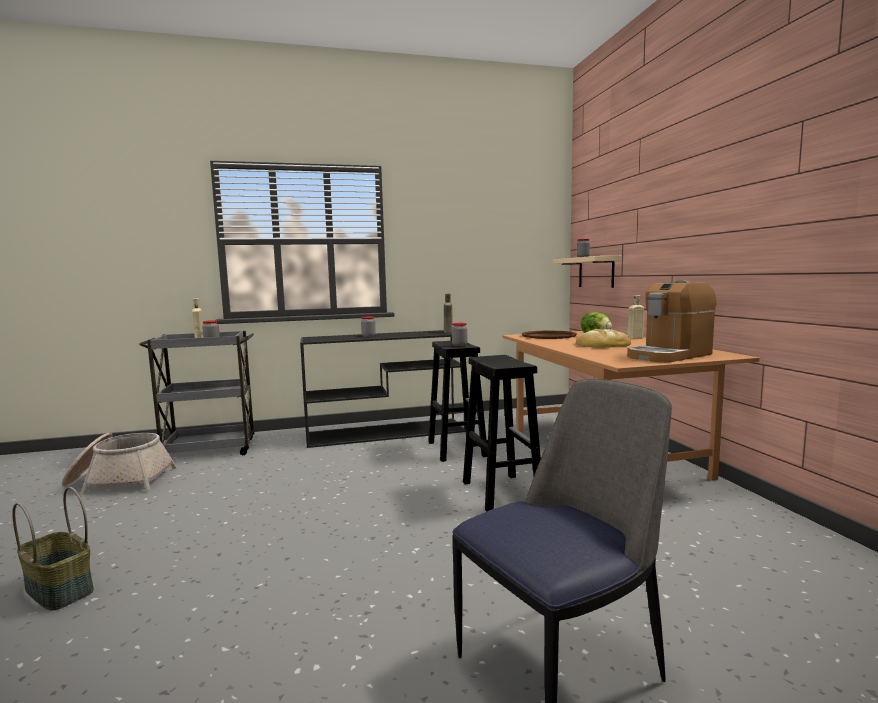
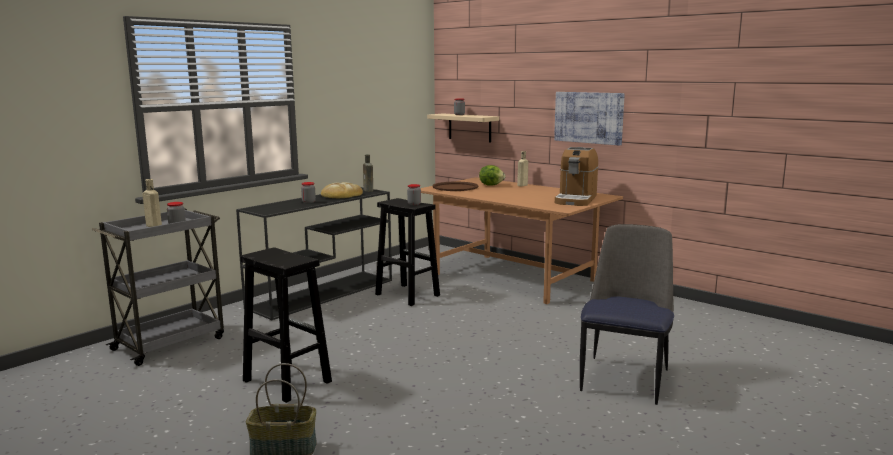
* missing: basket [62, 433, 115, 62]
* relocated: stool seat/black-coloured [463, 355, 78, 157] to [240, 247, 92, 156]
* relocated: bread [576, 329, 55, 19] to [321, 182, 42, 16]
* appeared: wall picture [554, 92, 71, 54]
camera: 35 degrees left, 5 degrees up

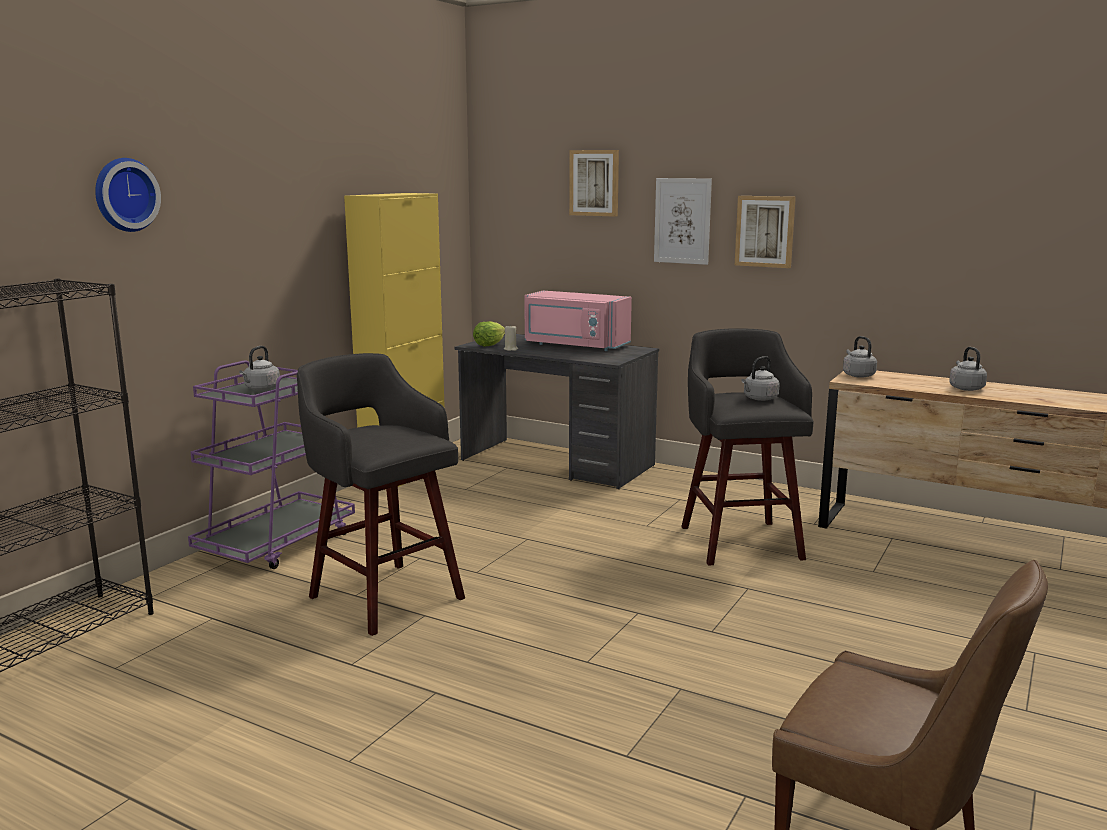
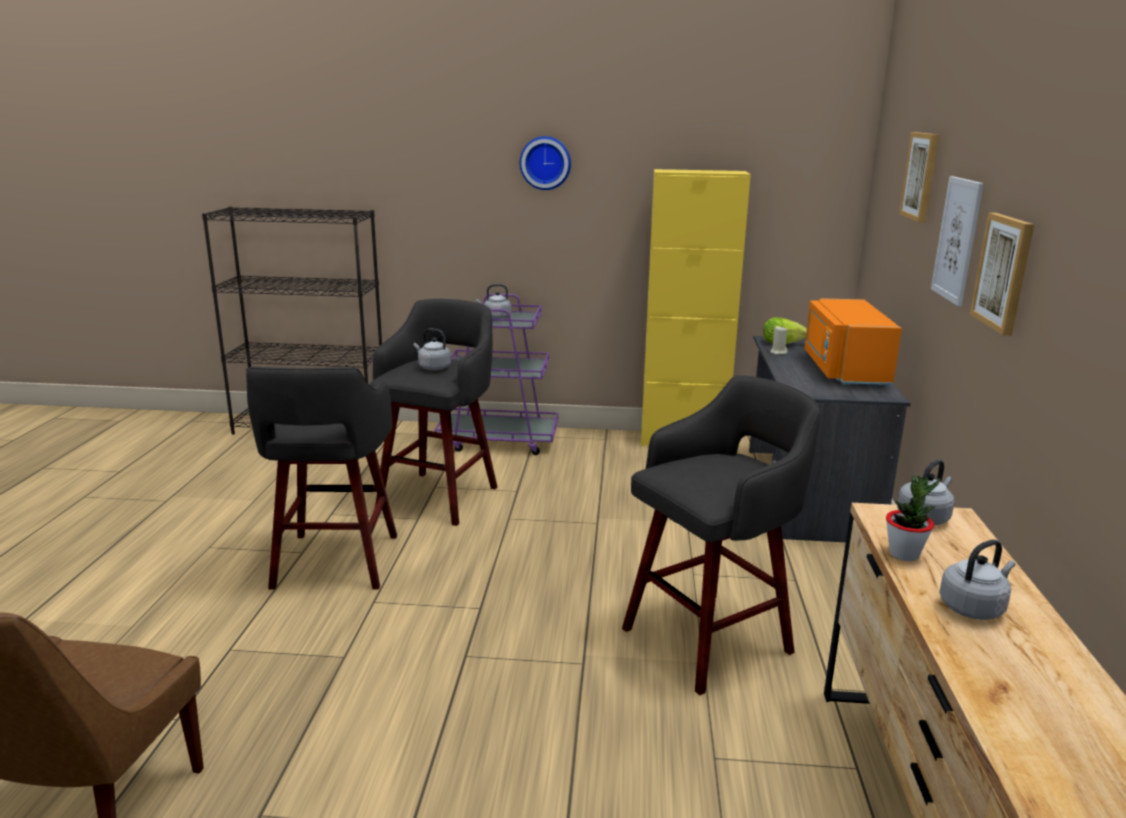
* relocated: clock on the wall [95, 158, 66, 74] to [520, 136, 51, 54]
* colour: microwave/pink-coloured [524, 291, 108, 60] to microwave/orangey [804, 298, 98, 88]
* relocated: water kettle/greyish [741, 356, 38, 45] to [414, 329, 37, 41]
* appeared: stool seat/greyish [246, 367, 151, 222]
* appeared: potted plant [886, 475, 55, 86]
camera: 65 degrees right, 5 degrees up

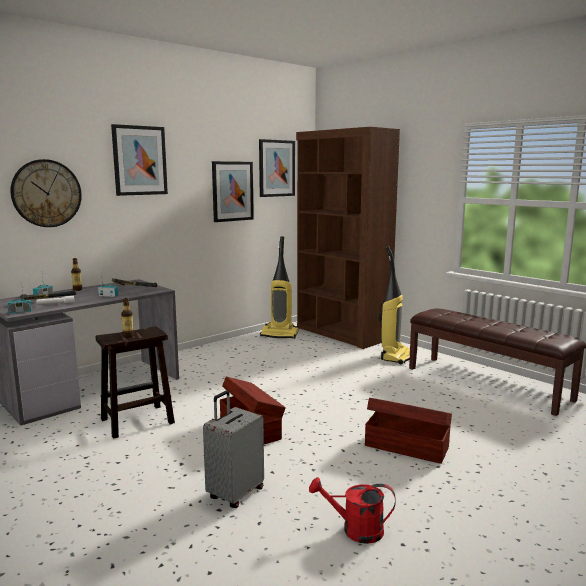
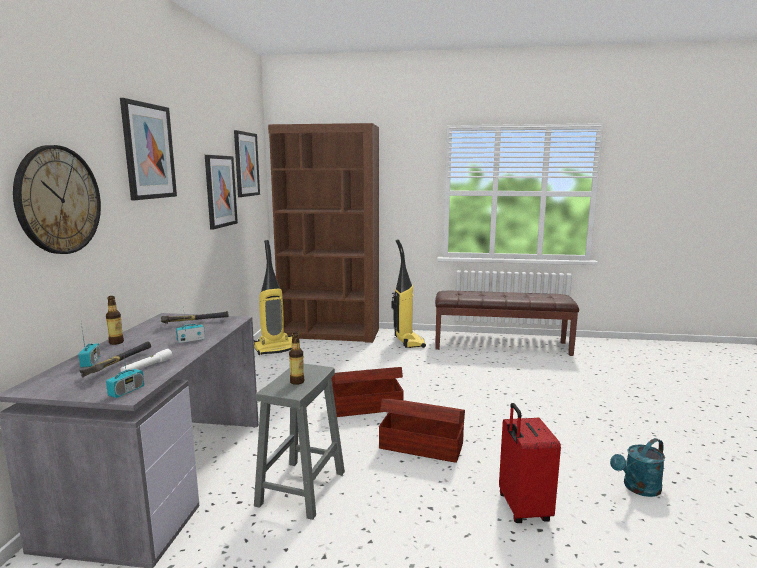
* colour: stool seat/brownish [96, 326, 79, 113] to stool seat/greyish [254, 363, 91, 157]
* colour: suitcase/greyish [203, 391, 61, 117] to suitcase/red-coloured [499, 403, 62, 120]
* colour: watering can/red-coloured [309, 477, 87, 67] to watering can/turquoise-coloured [610, 438, 55, 59]
* relocated: storage container/brownish [365, 398, 87, 66] to [331, 367, 73, 50]
camera: 40 degrees left, 0 degrees up

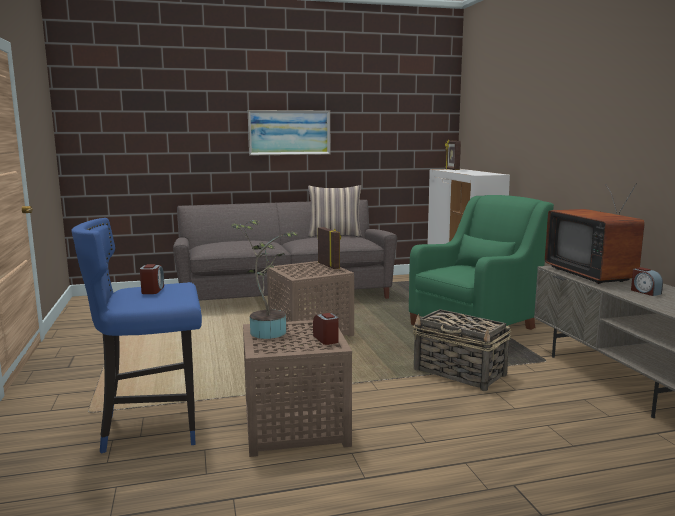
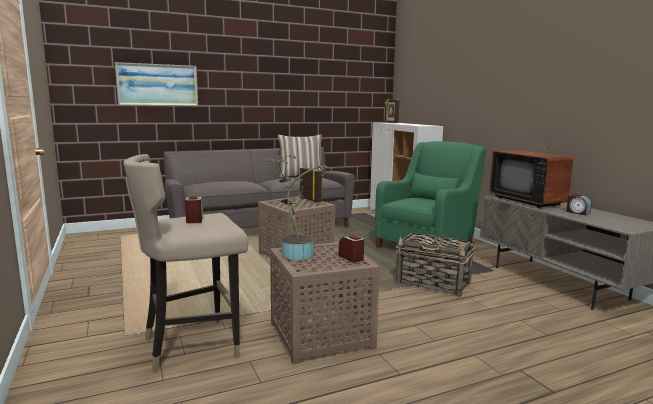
* colour: stool seat/bluish [71, 218, 131, 236] to stool seat/beige-coloured [123, 154, 125, 218]
* relocated: wall picture [248, 110, 82, 45] to [115, 62, 83, 44]
camera: 10 degrees left, 0 degrees up

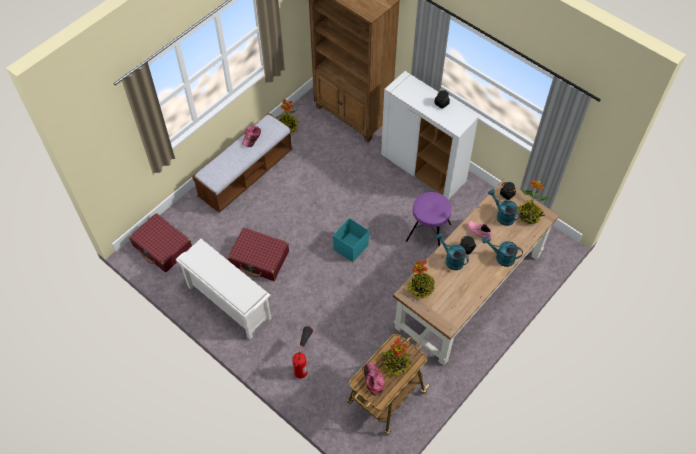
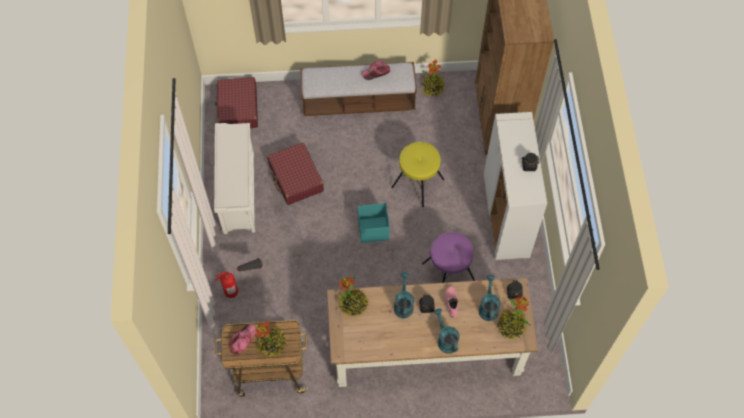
* appeared: stool seat/yellowish [391, 142, 53, 65]
camera: 45 degrees right, 5 degrees up

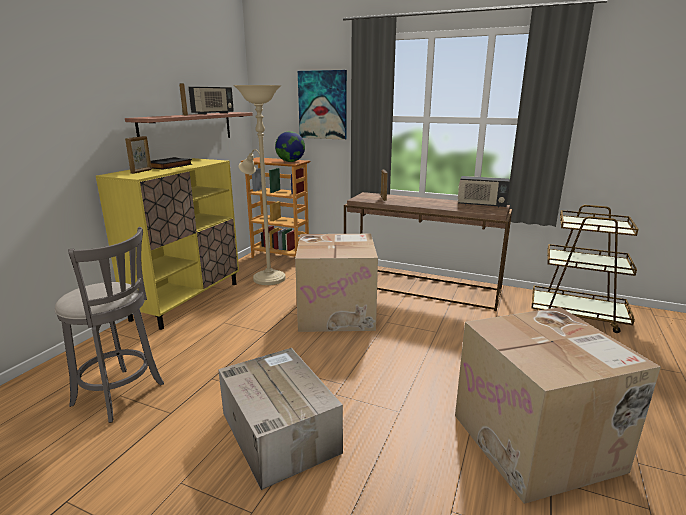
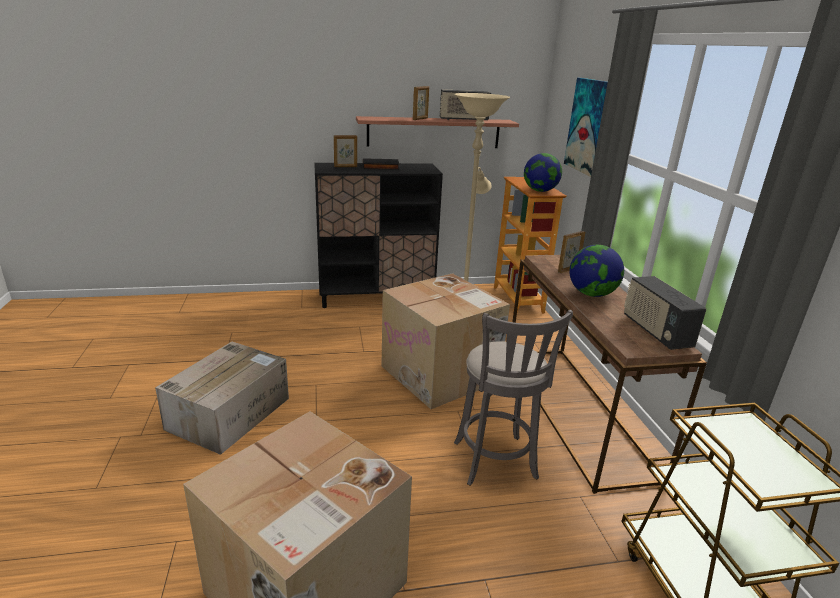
* relocated: stool seat/greyish [55, 227, 109, 196] to [454, 310, 119, 175]
* colour: cupboard/yellowish [96, 158, 143, 172] to cupboard/black-coloured [314, 163, 129, 145]
* appeared: desk globe [569, 245, 55, 52]
camera: 55 degrees right, 5 degrees up

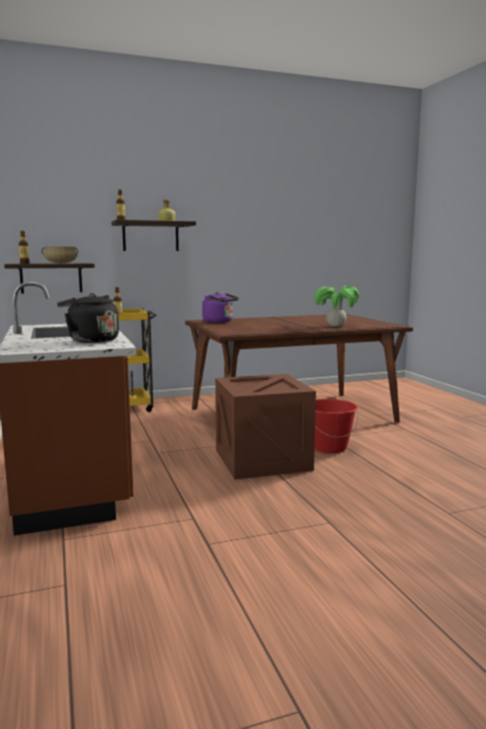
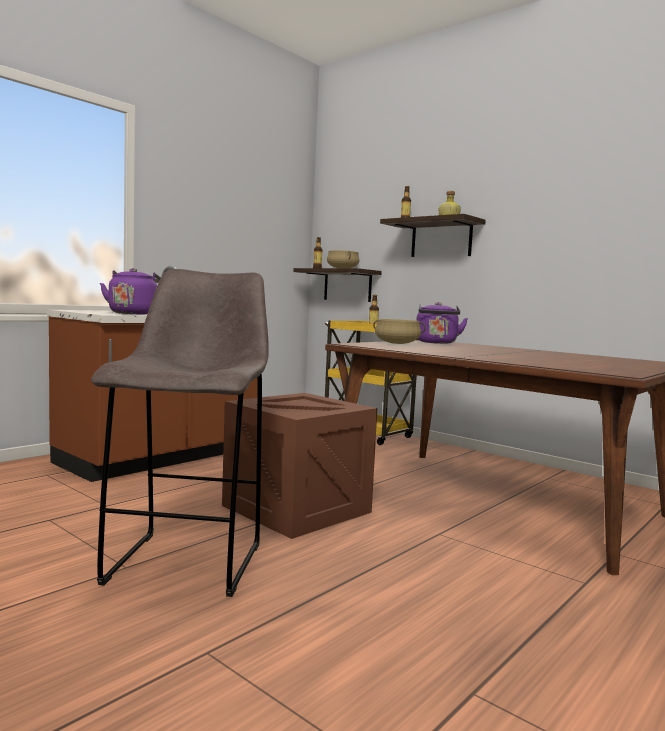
* colour: water kettle/black-coloured [57, 293, 62, 50] to water kettle/purple-coloured [100, 268, 61, 46]
* missing: potted plant [315, 286, 44, 41]
* missing: bucket/red-coloured [315, 399, 43, 54]
* appeared: stool seat/greyish [91, 269, 178, 328]
* appeared: saucepot/beige-coloured [373, 319, 53, 25]
camera: 60 degrees right, 5 degrees down

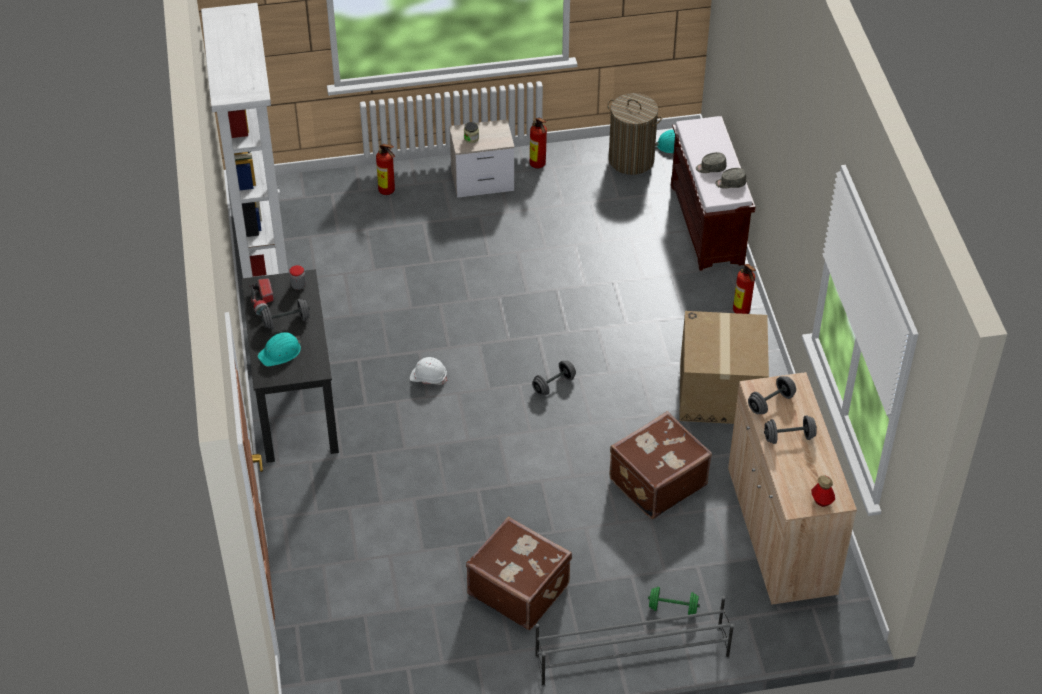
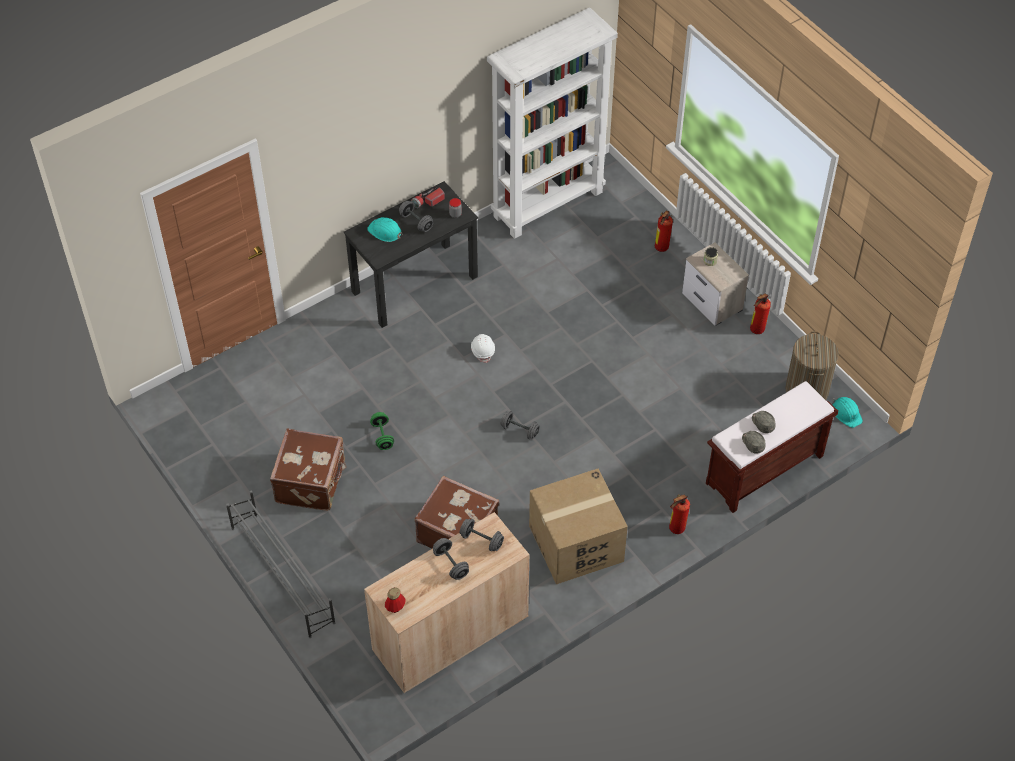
* relocated: free weight/greenish [648, 587, 52, 28] to [370, 412, 24, 38]
camera: 65 degrees right, 5 degrees up

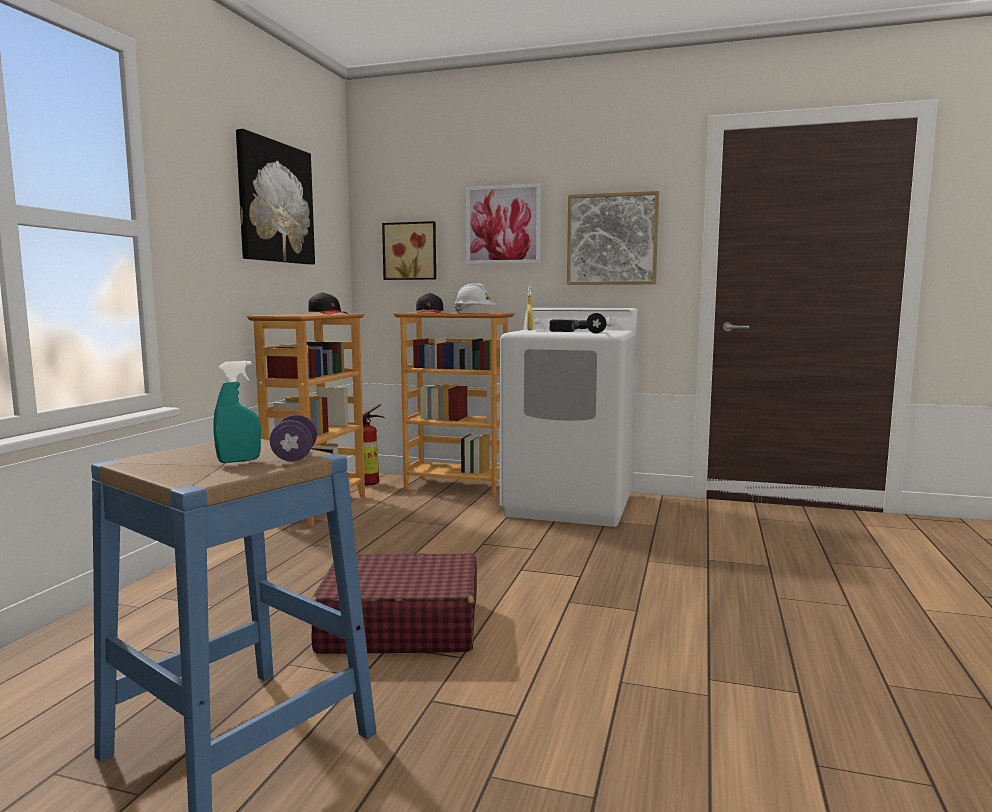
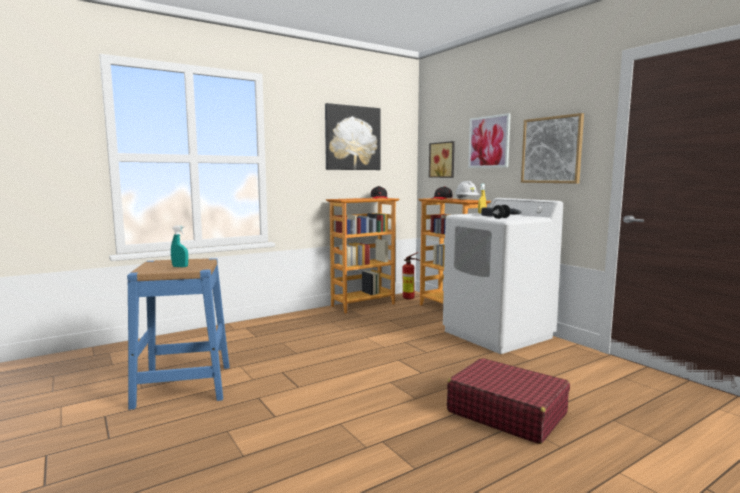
* missing: free weight/purple-coloured [270, 415, 47, 46]
* relocated: suitcase/red-coloured [311, 553, 166, 101] to [447, 358, 123, 86]
camera: 40 degrees right, 0 degrees up

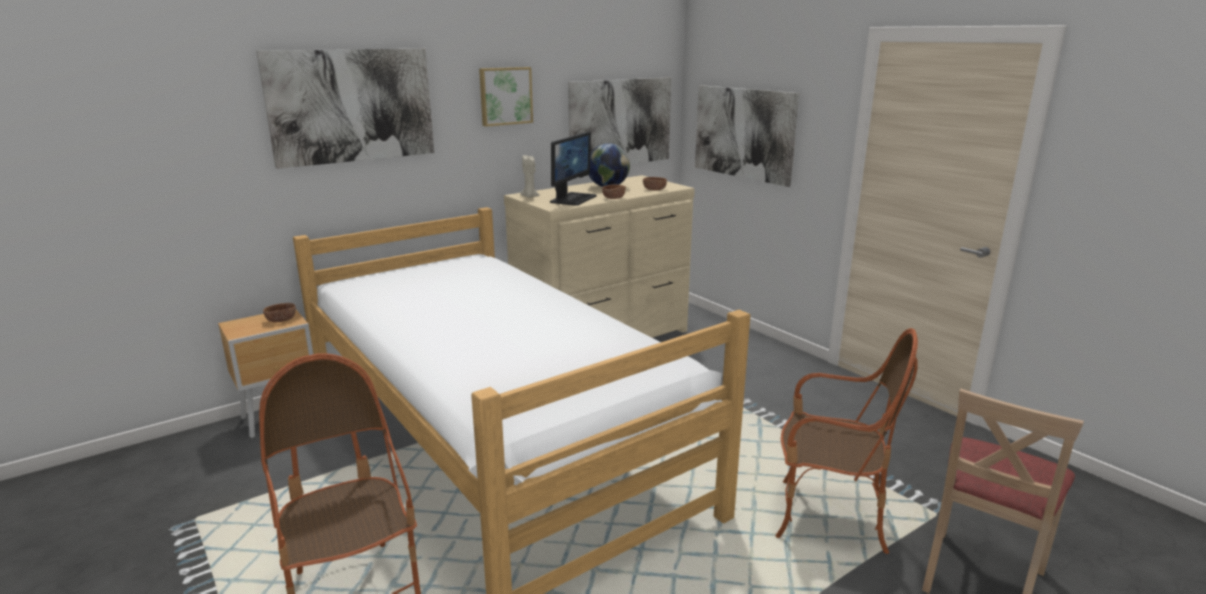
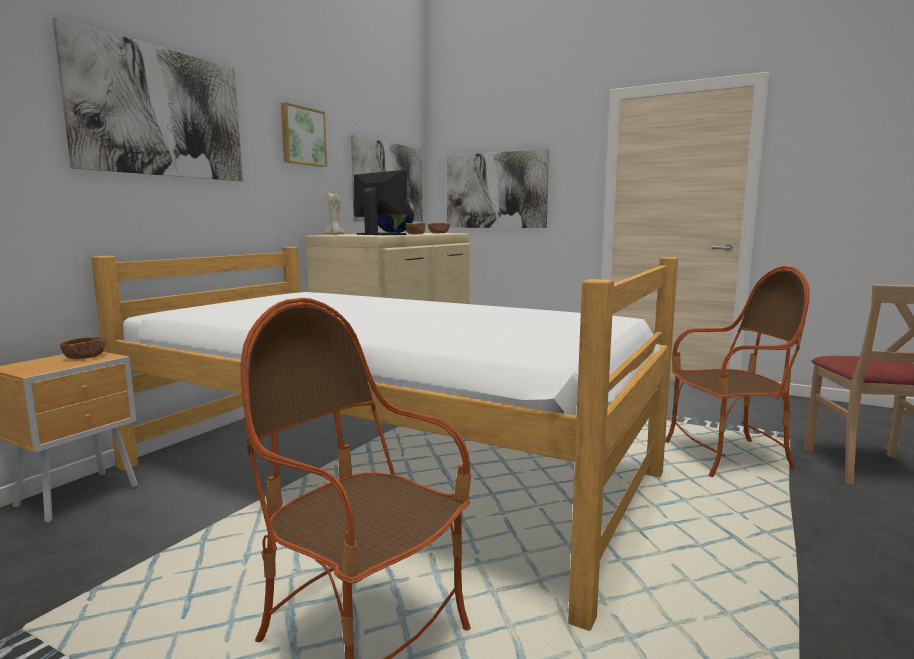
* spun: monitor [550, 132, 47, 74] = [354, 170, 53, 65] 45 degrees counterclockwise
camera: 25 degrees left, 10 degrees down

